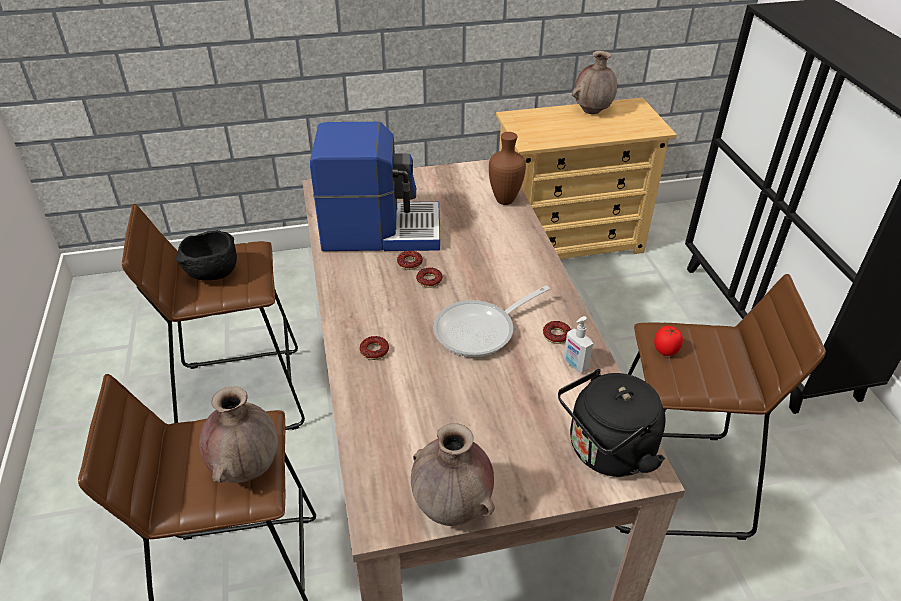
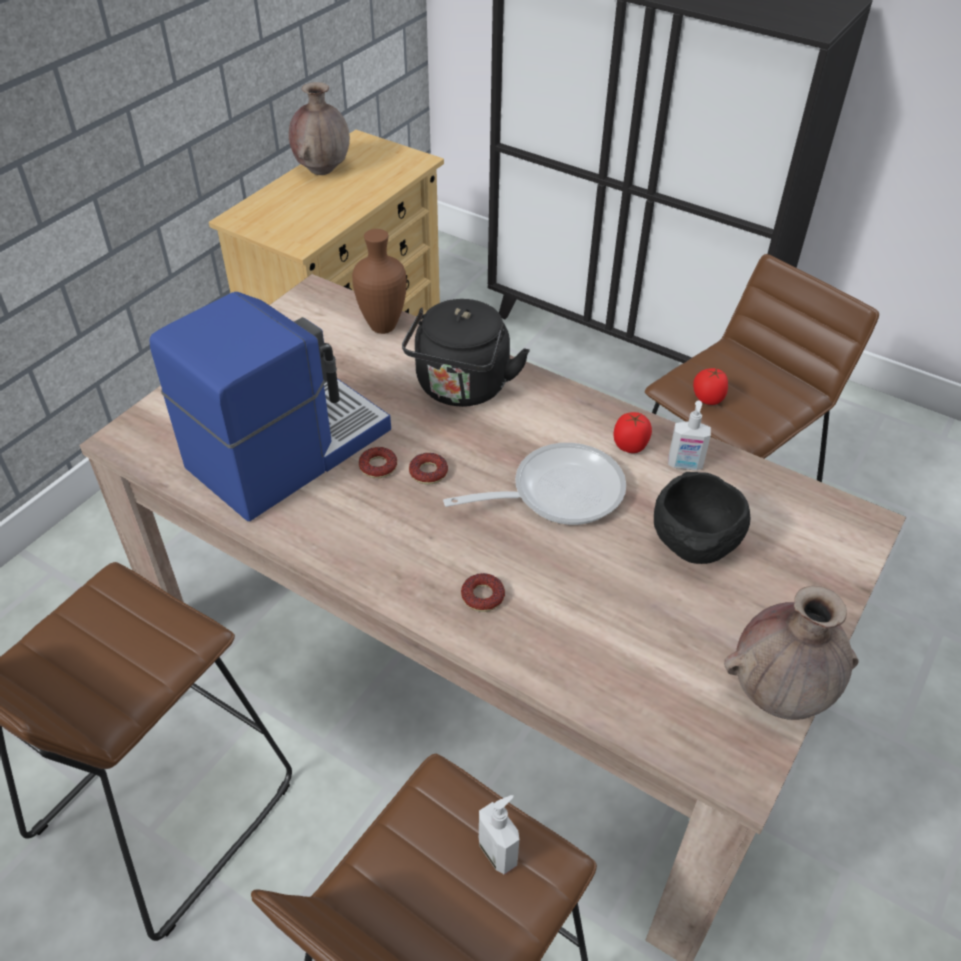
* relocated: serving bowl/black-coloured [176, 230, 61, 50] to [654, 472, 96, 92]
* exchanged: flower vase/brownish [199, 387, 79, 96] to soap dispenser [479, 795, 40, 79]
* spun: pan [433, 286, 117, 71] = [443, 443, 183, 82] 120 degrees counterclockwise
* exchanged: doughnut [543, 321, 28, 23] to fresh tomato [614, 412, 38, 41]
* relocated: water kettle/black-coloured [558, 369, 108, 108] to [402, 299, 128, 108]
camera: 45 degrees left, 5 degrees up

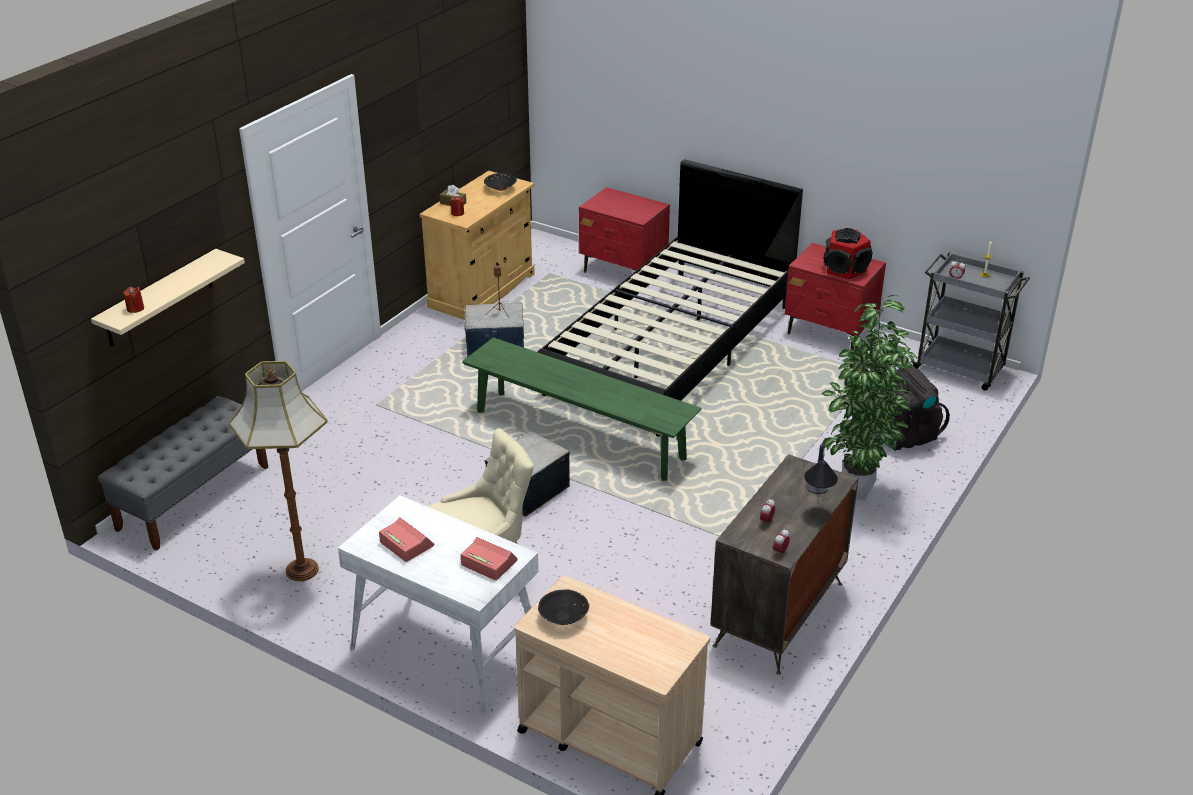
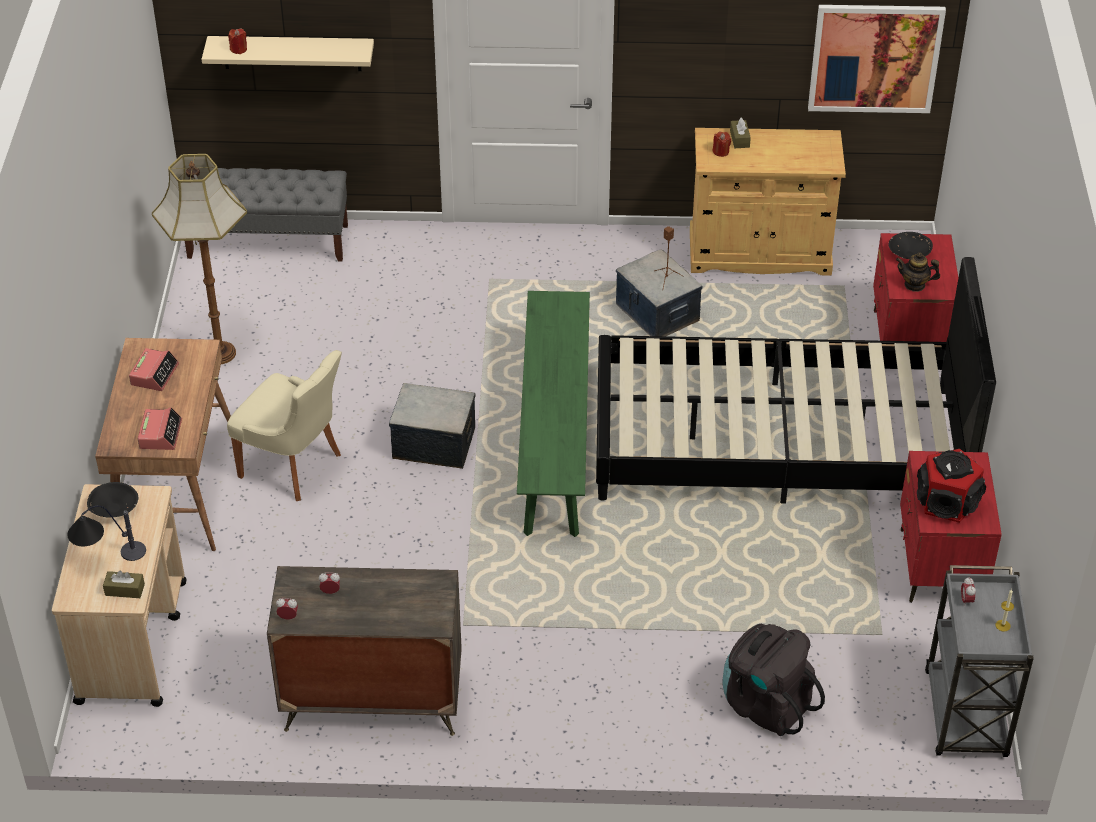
* colour: desk unit/whitish [338, 496, 201, 218] to desk unit/brownish [95, 338, 136, 213]
* relocated: serving bowl/black-coloured [484, 173, 33, 18] to [888, 232, 45, 27]
* relocated: table lamp [804, 444, 34, 50] to [67, 505, 79, 56]
* missing: potted plant [822, 295, 97, 205]
* appeared: box of tissues/brownish [103, 571, 42, 27]
* appeared: wall picture [808, 5, 138, 108]
* appeared: teapot [896, 252, 44, 40]
camera: 60 degrees right, 10 degrees up

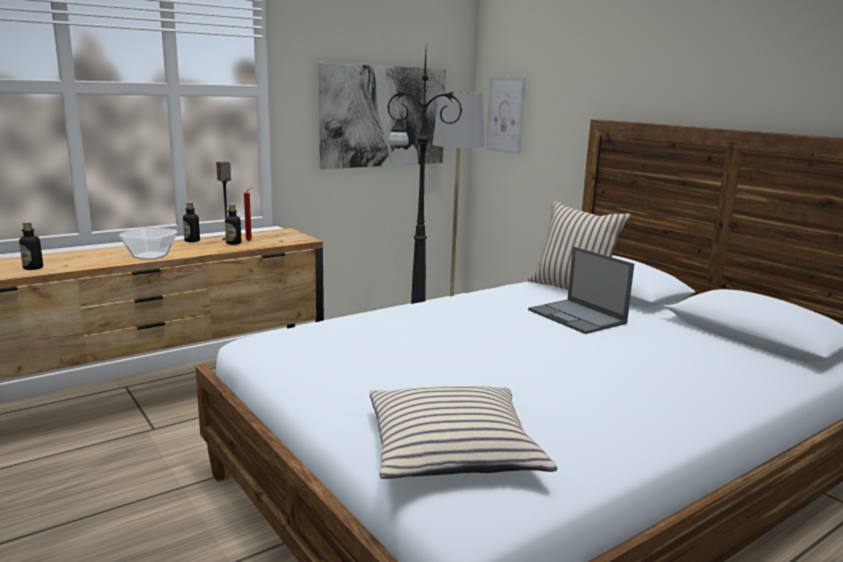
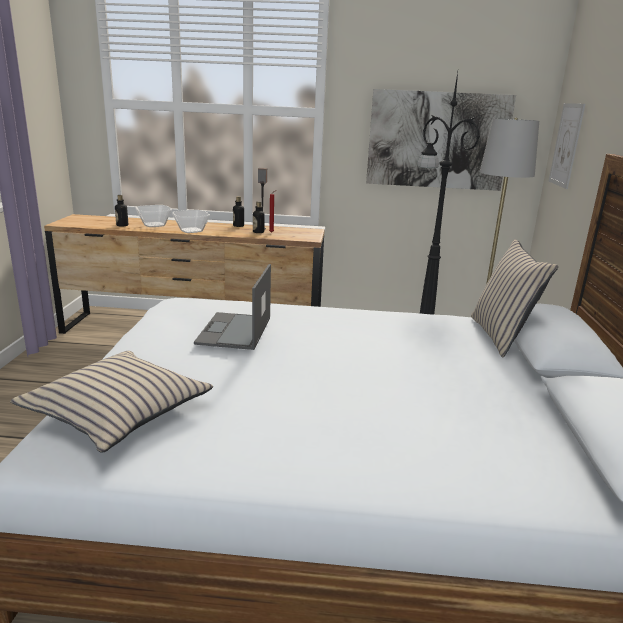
* relocated: laptop [528, 246, 106, 88] to [194, 264, 77, 86]
* appeared: serving bowl [135, 205, 37, 22]
camera: 40 degrees right, 5 degrees up

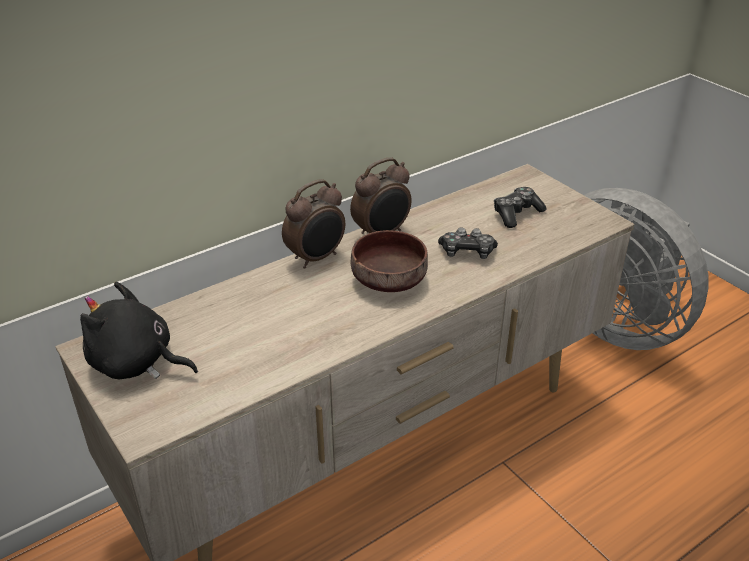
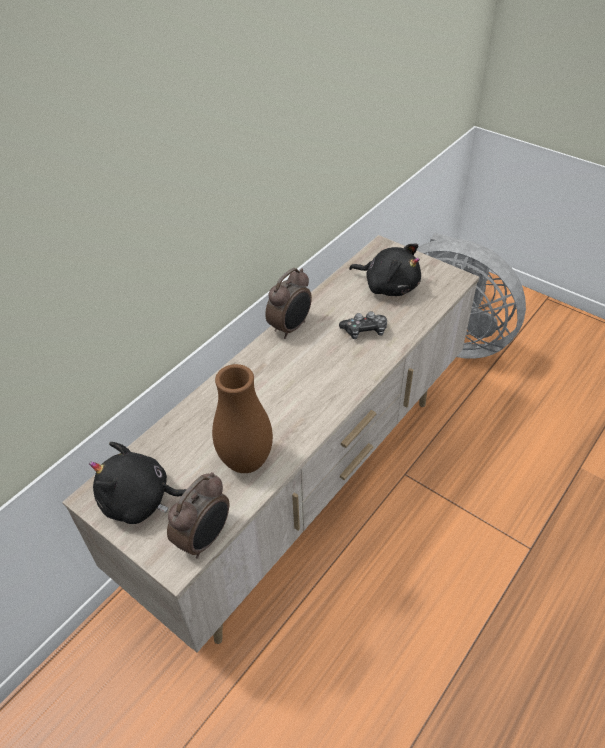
* relocated: alarm clock [282, 179, 63, 90] to [167, 472, 62, 87]
* missing: serving bowl/brownish [351, 230, 77, 62]
* exchanged: joypad [494, 187, 53, 41] to plush toy/black-coloured [349, 244, 72, 52]
* appeared: flower vase/brownish [212, 364, 61, 109]
camera: 15 degrees left, 10 degrees up

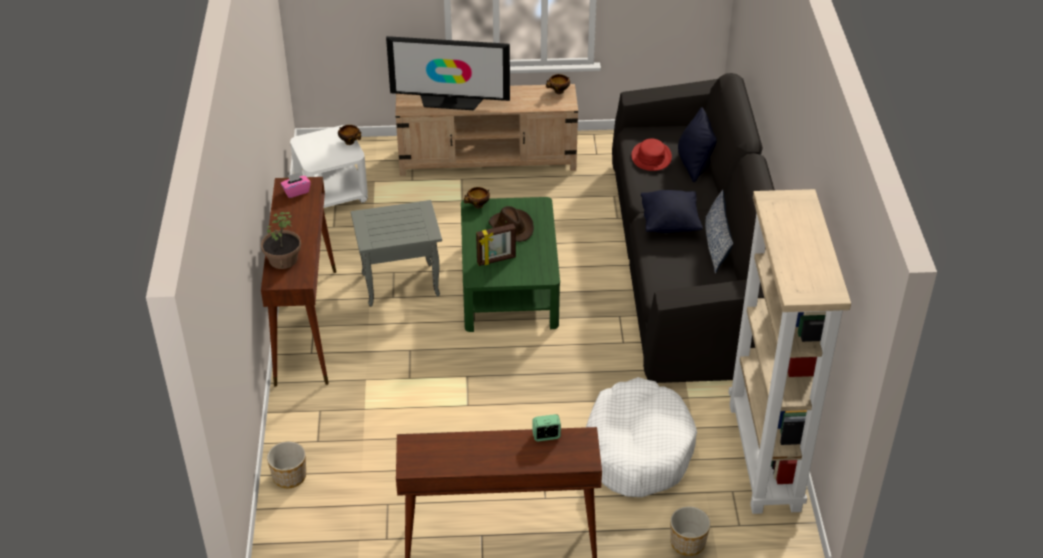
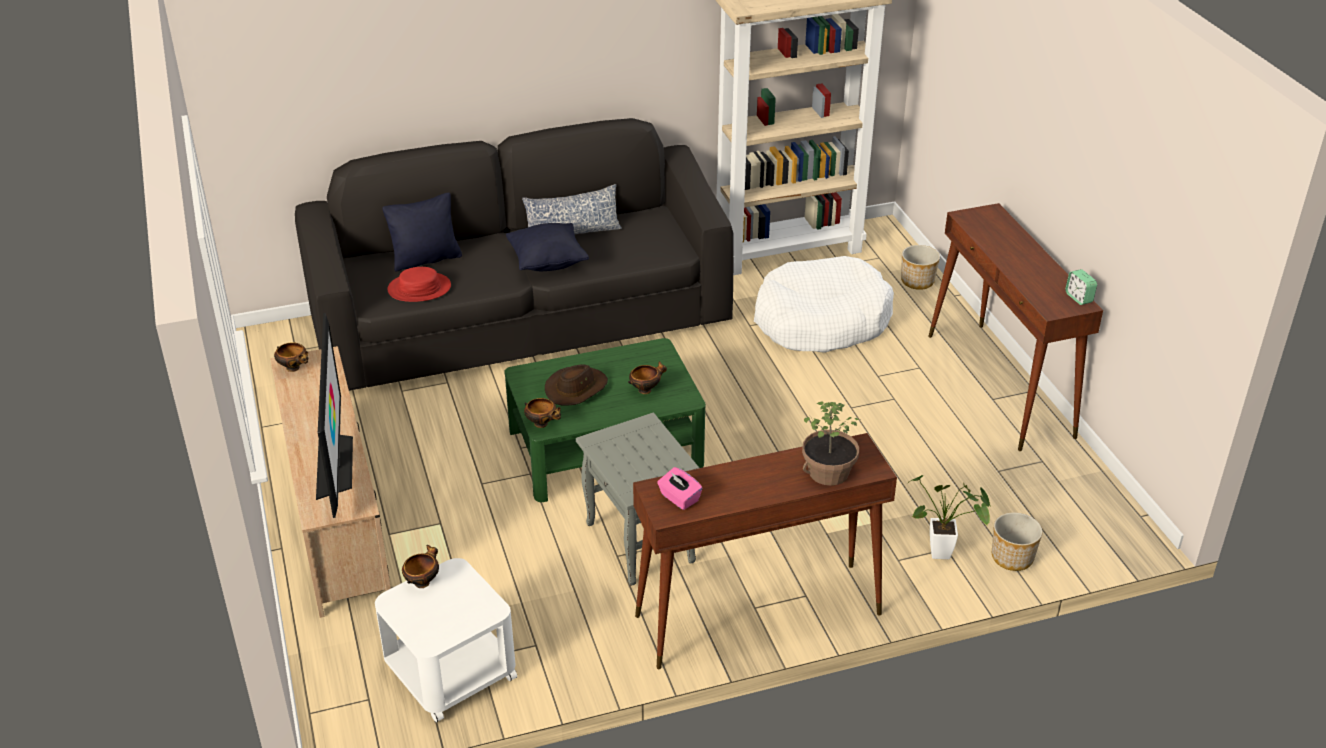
* exchanged: standing frame [476, 224, 40, 42] to serving bowl [628, 361, 39, 33]
* relocated: alarm clock [532, 414, 29, 27] to [1065, 269, 32, 36]
* appeared: potted plant [907, 475, 83, 84]
camera: 105 degrees left, 5 degrees down

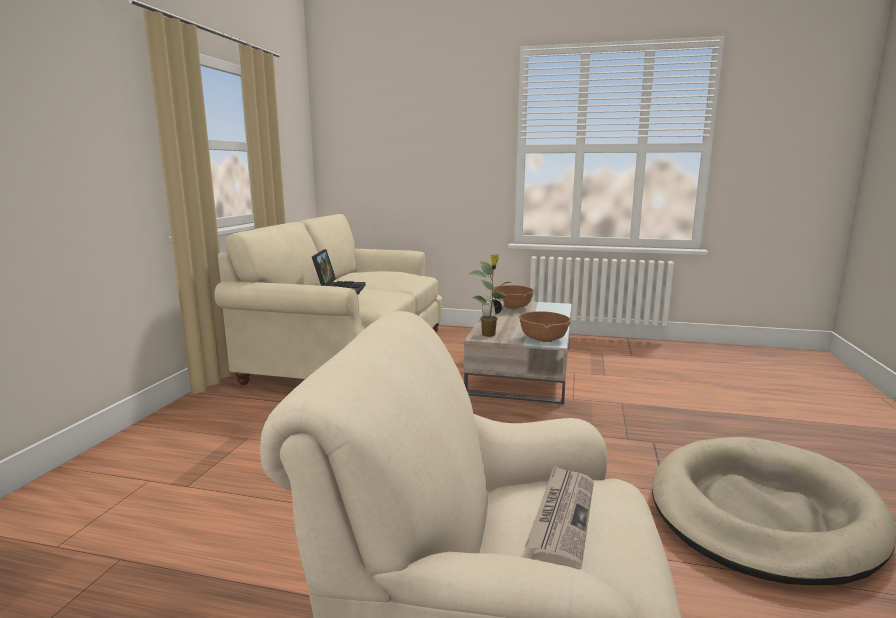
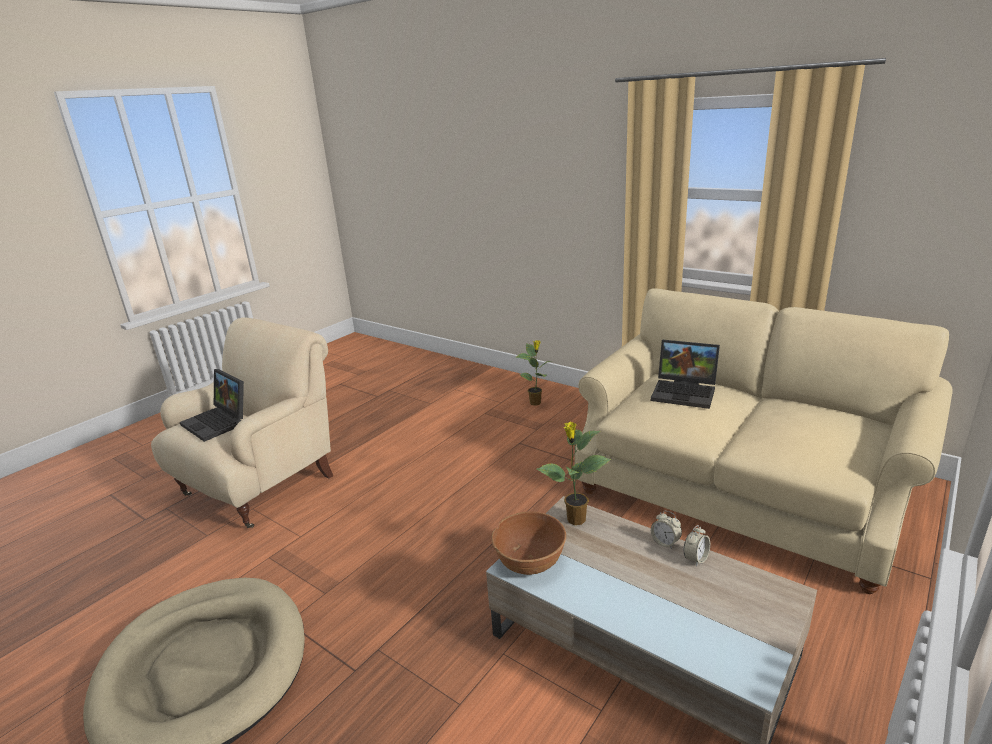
* missing: serving bowl/brownish [493, 285, 41, 25]
* exchanged: printed paper [525, 465, 69, 104] to laptop [180, 369, 64, 73]
* appeared: potted plant [515, 340, 38, 66]
camera: 115 degrees right, 10 degrees up

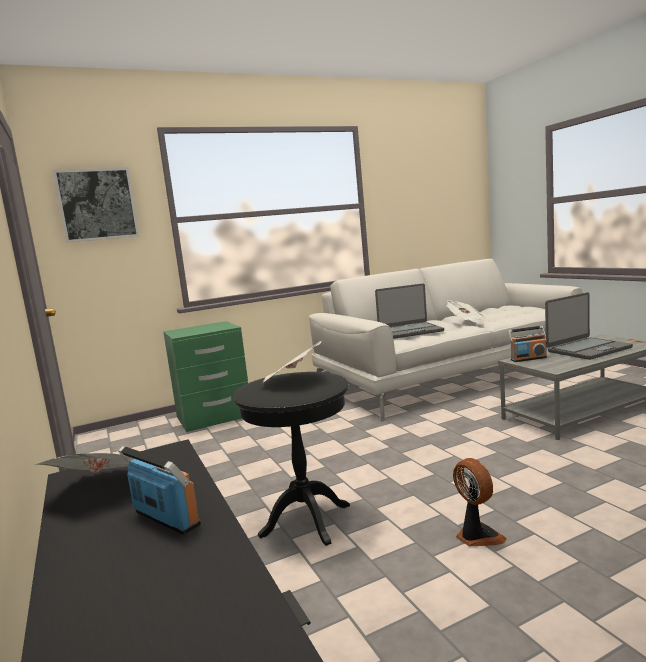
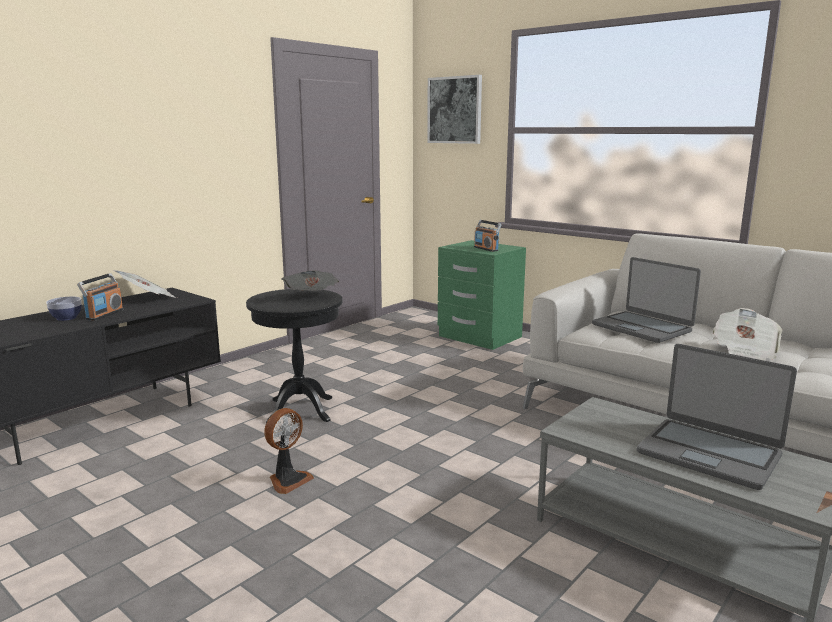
* relocated: radio receiver [508, 326, 39, 36] to [474, 220, 28, 32]
* appeared: serving bowl [46, 296, 36, 25]
camera: 65 degrees right, 5 degrees up

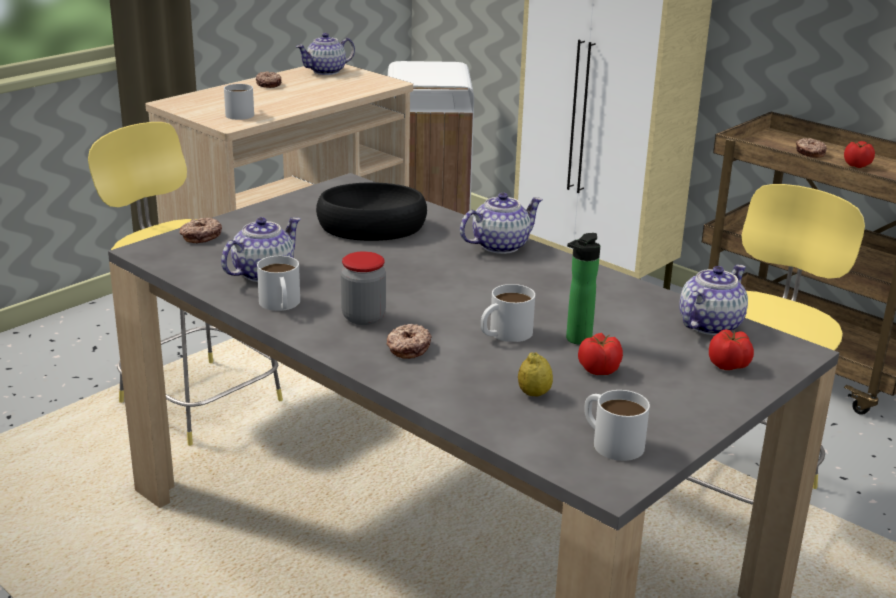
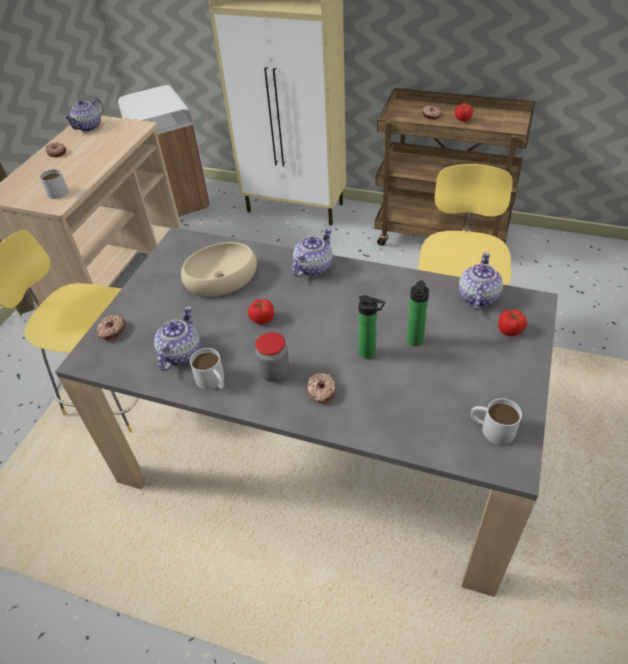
* colour: serving bowl/black-coloured [316, 182, 111, 59] to serving bowl/beige-coloured [181, 242, 76, 55]
* exchanged: mug/whitish [481, 284, 54, 58] to drink bottle [359, 295, 26, 64]
* missing: citrus fruit [518, 352, 35, 44]
* relocated: fresh tomato [578, 333, 45, 42] to [248, 299, 26, 25]
camera: 20 degrees left, 20 degrees up

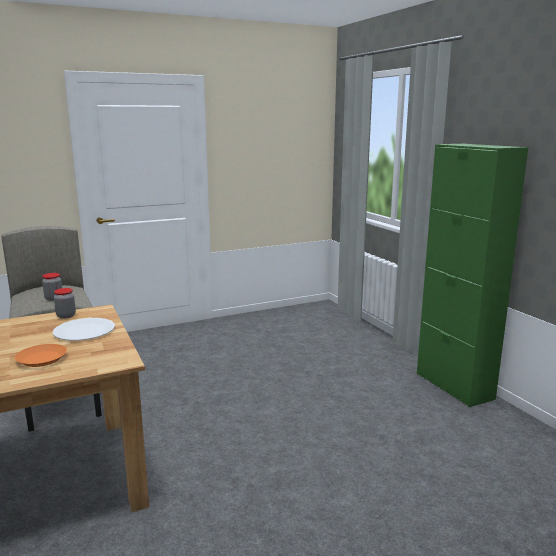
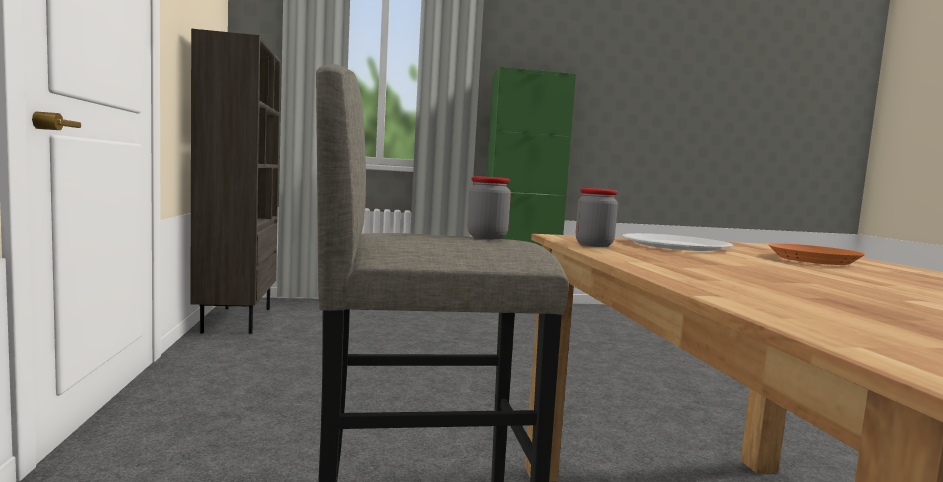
* appeared: bookshelf/brownish [190, 29, 91, 305]
camera: 75 degrees left, 10 degrees down

